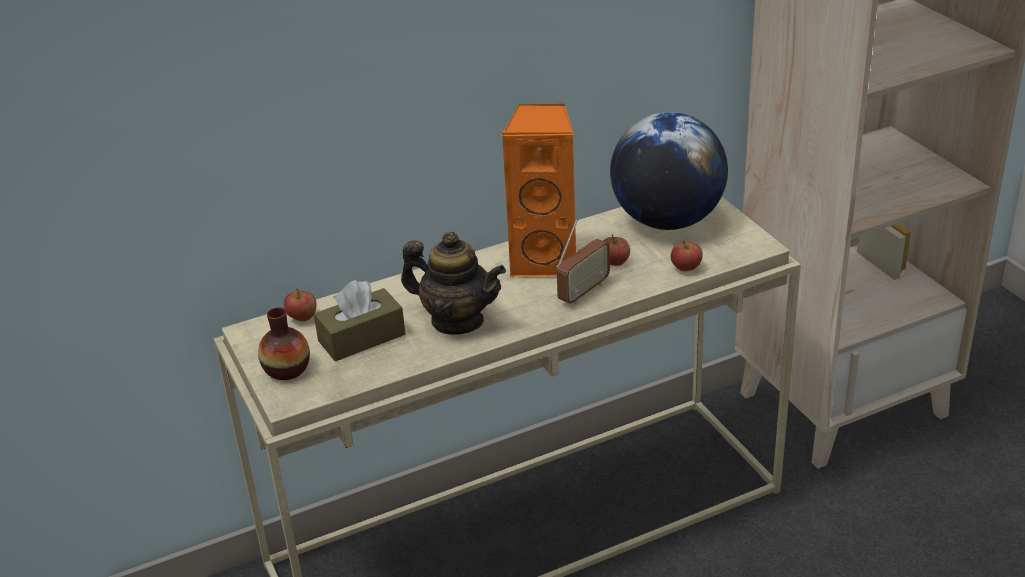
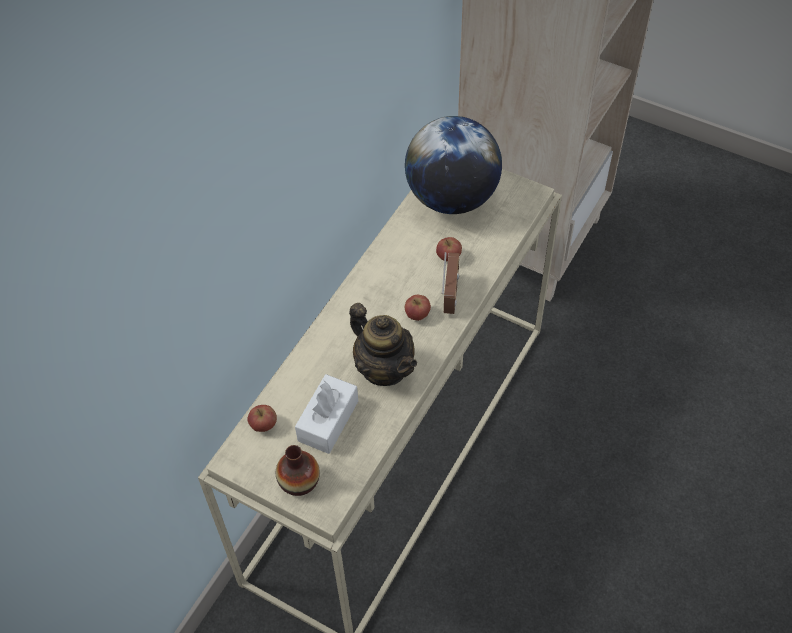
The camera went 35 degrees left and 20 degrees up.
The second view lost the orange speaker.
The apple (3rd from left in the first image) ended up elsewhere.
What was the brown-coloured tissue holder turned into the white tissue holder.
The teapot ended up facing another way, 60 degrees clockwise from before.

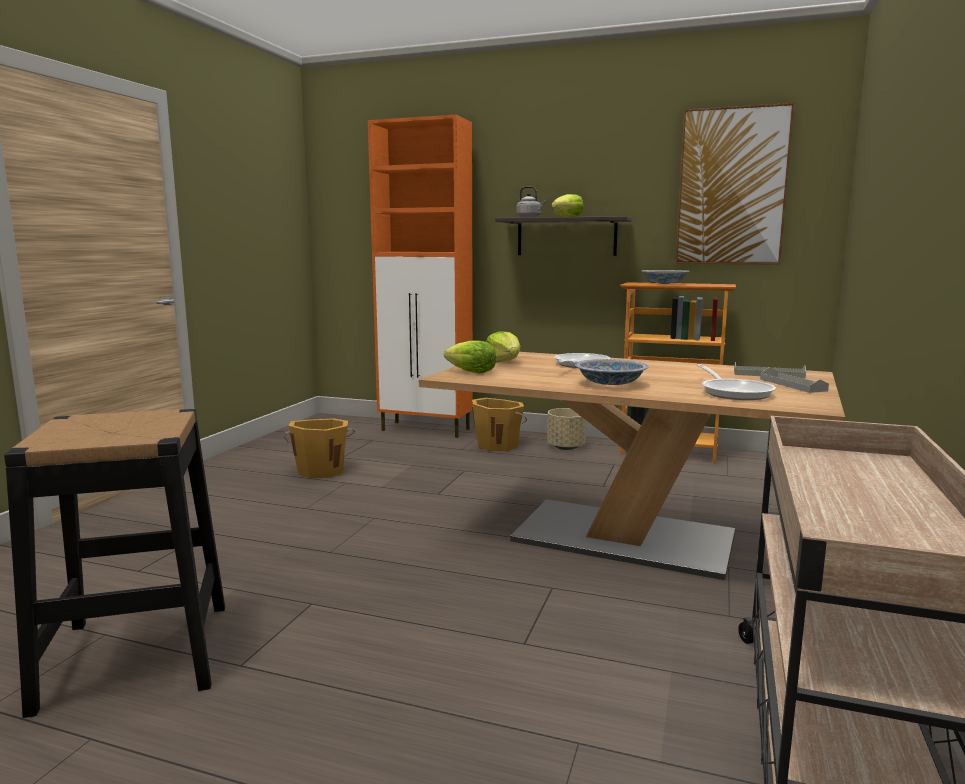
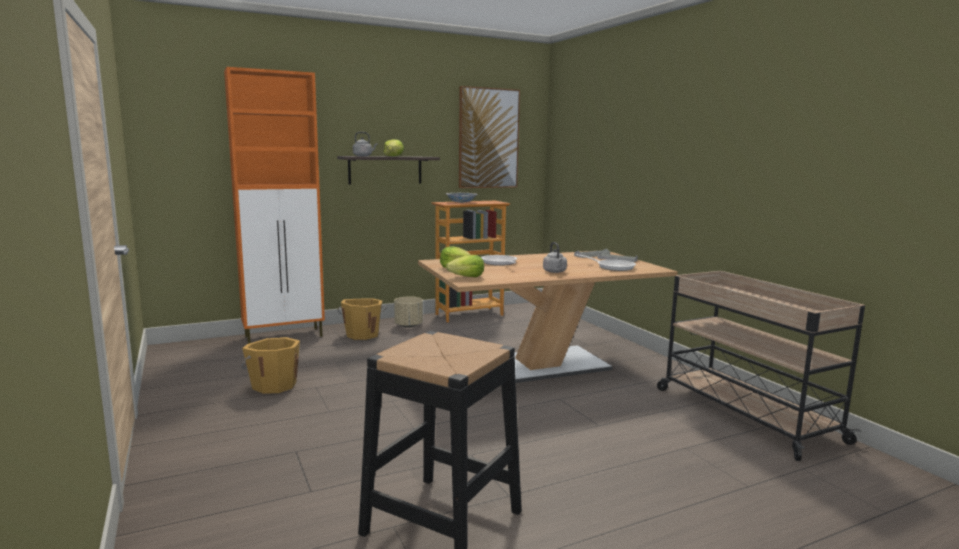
The camera went 45 degrees left and 0 degrees up.
Where the serving bowl (1st from left) stood, the gray tea kettle (2nd from left) came to stand.

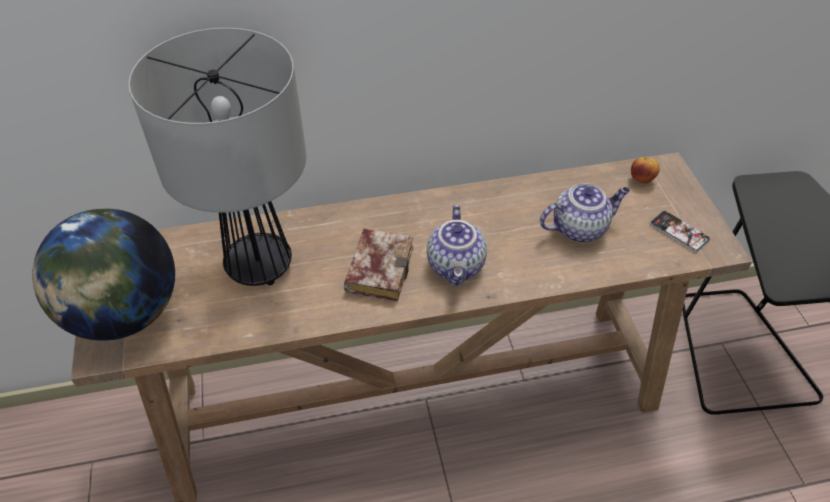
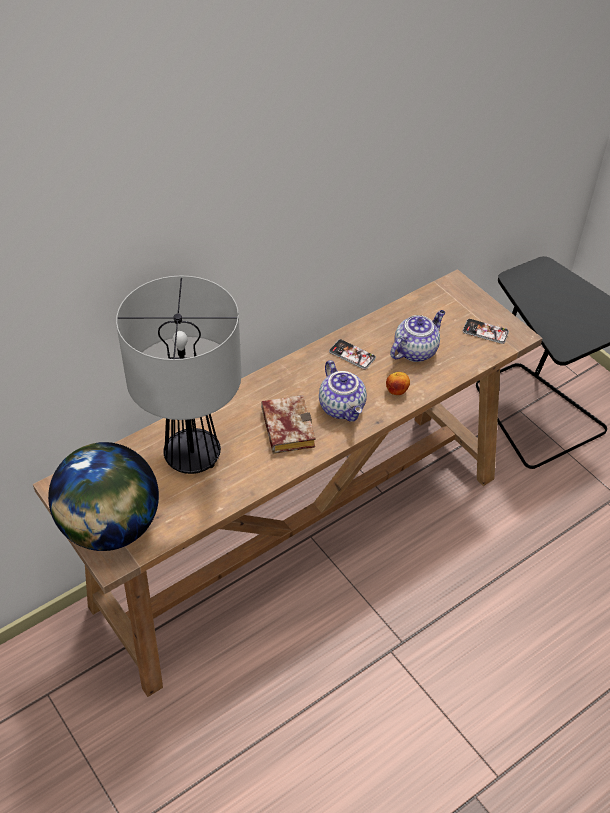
The camera went 25 degrees left and 0 degrees up.
The second view gained the phone (1st from left).
The apple ended up elsewhere.

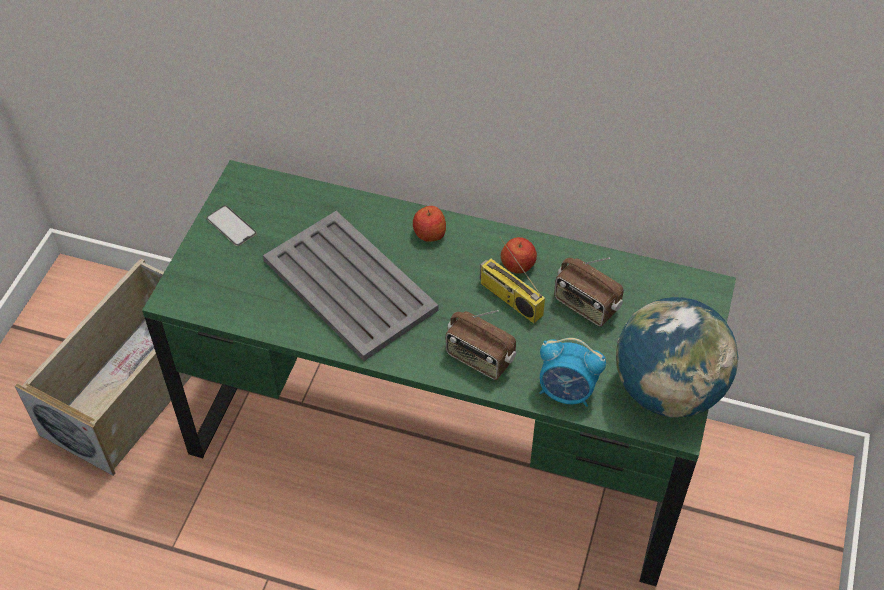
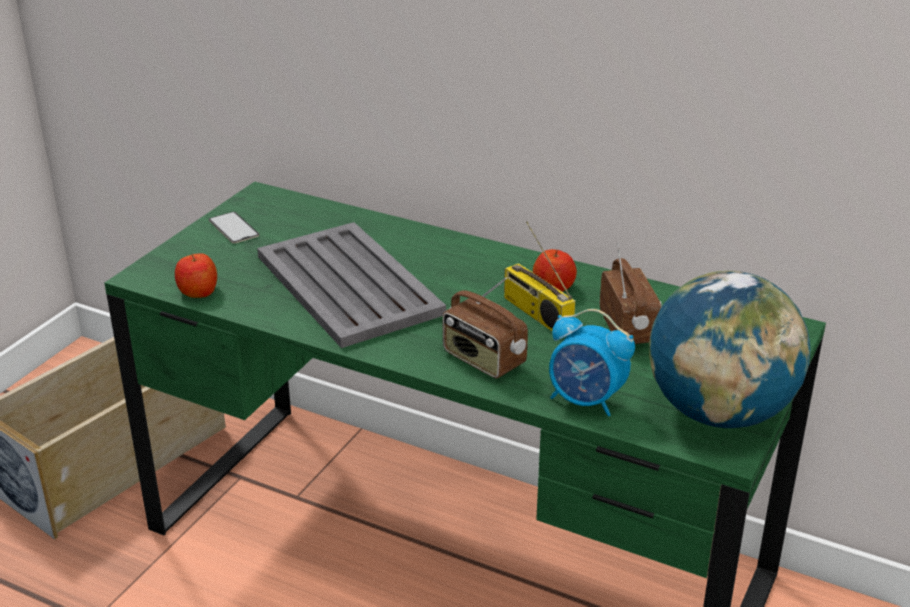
The camera went 10 degrees right and 20 degrees down.
The apple (1st from left) ended up elsewhere.
The radio (3rd from left) ended up facing another way, 150 degrees counterclockwise from before.

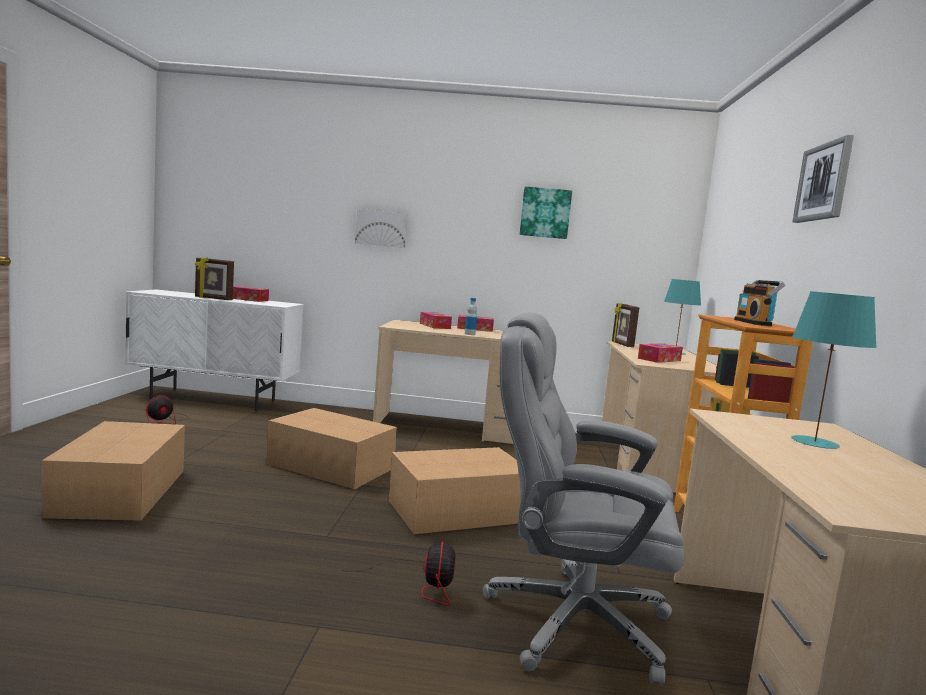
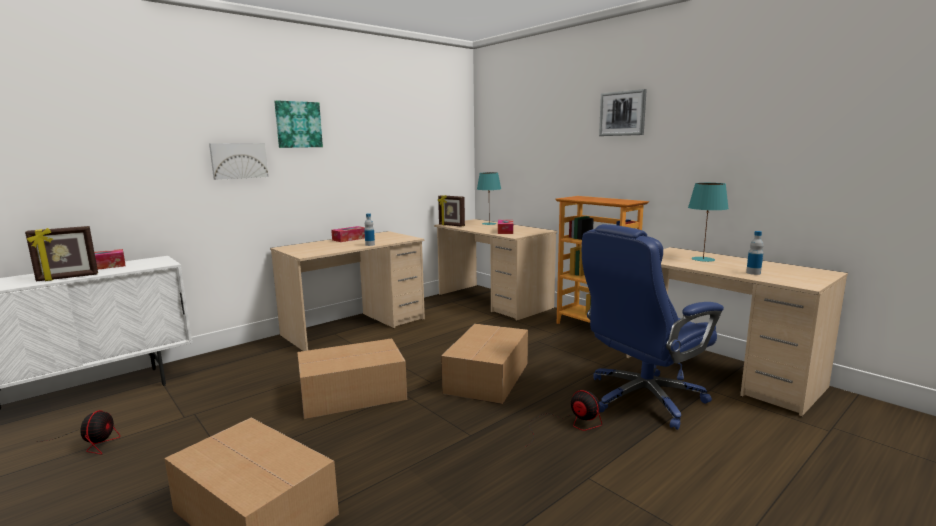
The camera went 45 degrees left and 5 degrees up.
The second view lost the tissue holder (2nd from left).
The second view lost the radio.
The second view gained the beverage bottle (2nd from left).
The picture (2nd from left) ended up elsewhere.
What was the gray computer chair turned into the bluish computer chair.

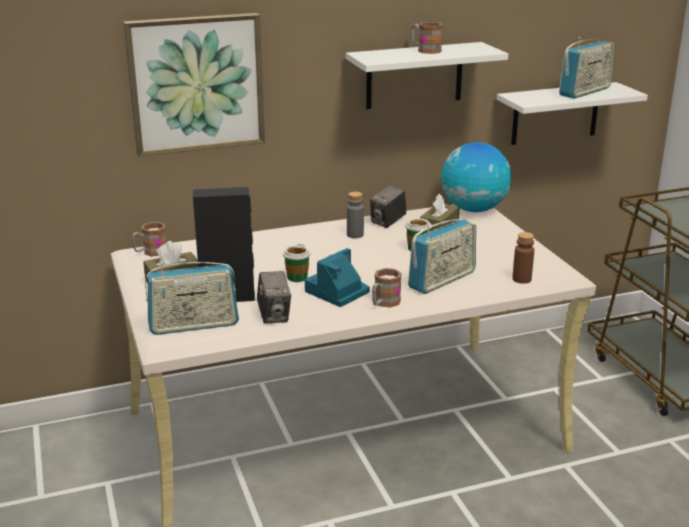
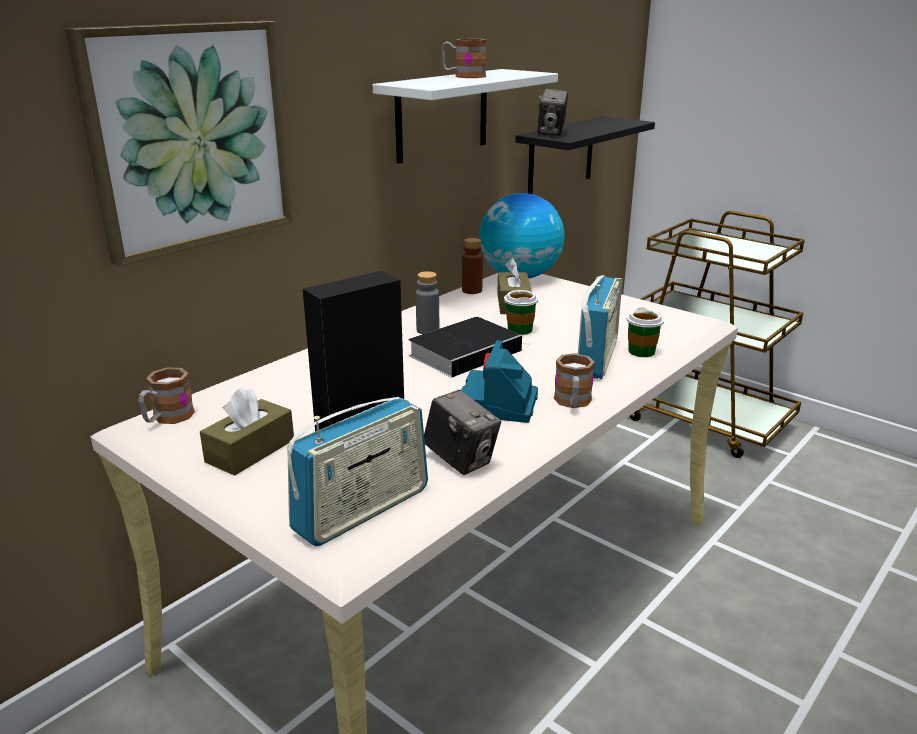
The camera went 30 degrees left and 0 degrees up.
The second view lost the radio (3rd from left).
The second view gained the volume.
The small cup (1st from left in the first image) ended up elsewhere.
The photo camera (3rd from left) ended up elsewhere.
The brown-coloured beverage bottle ended up elsewhere.
What was the white shelf (2nd from left) turned into the black-coloured shelf.

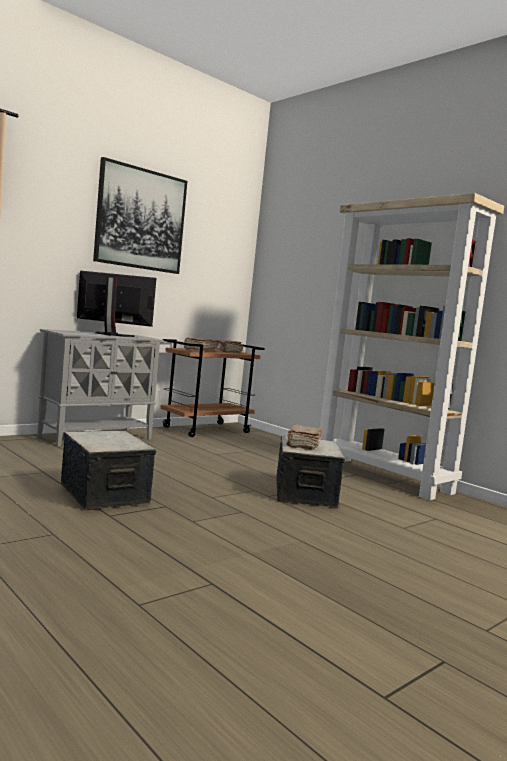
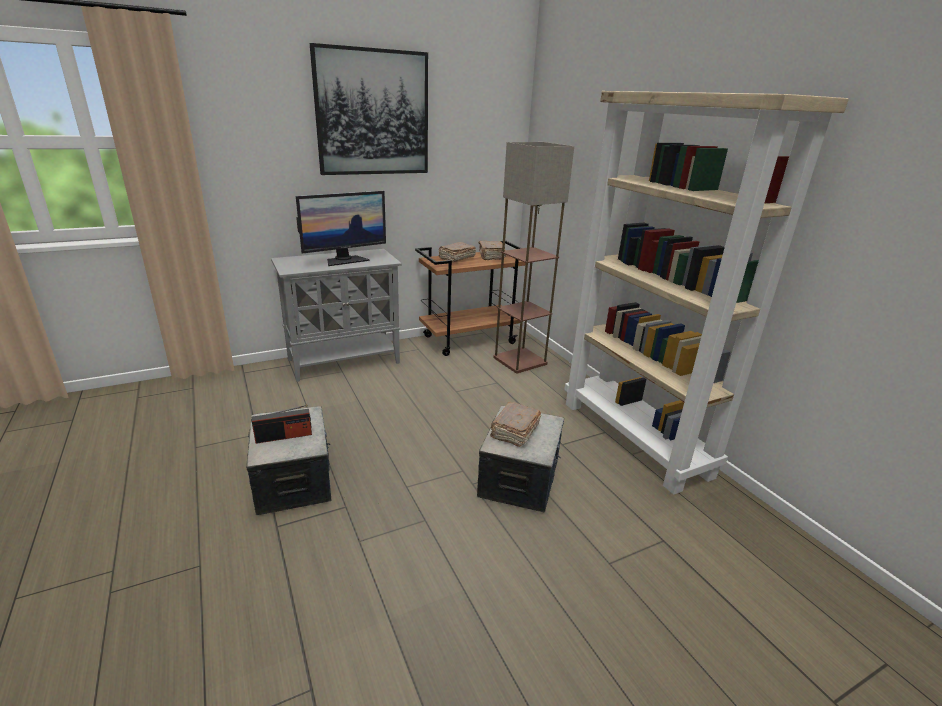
The camera went 15 degrees right and 20 degrees up.
The second view gained the radio.
The second view gained the standard lamp.
The computer display ended up facing another way, 120 degrees clockwise from before.

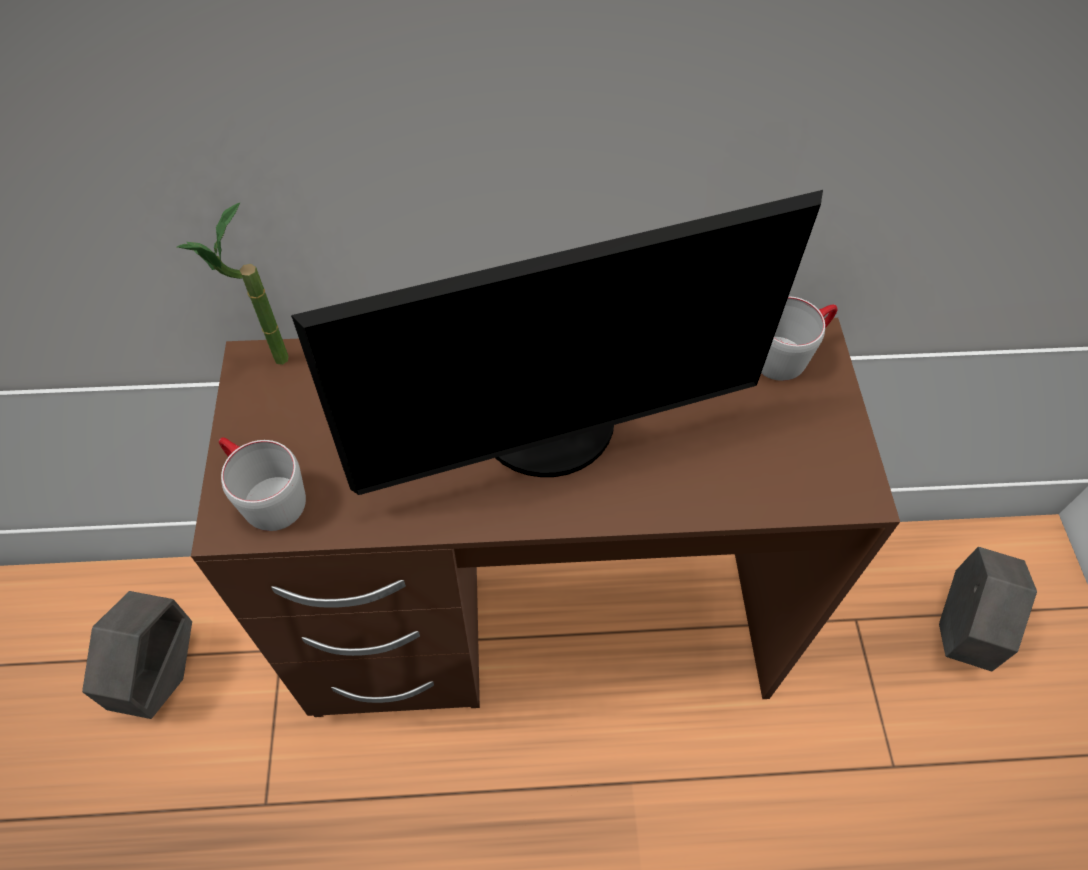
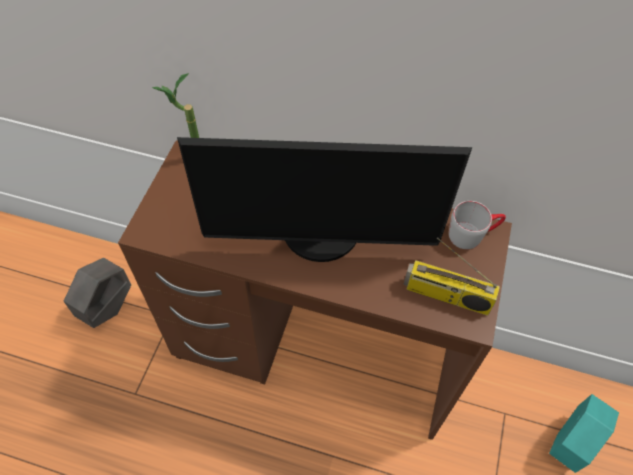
The camera went 20 degrees right and 0 degrees up.
The second view lost the gray coffee mug (1st from left).
The second view gained the radio.
What was the gray plant pot (2nd from left) turned into the turquoise plant pot.

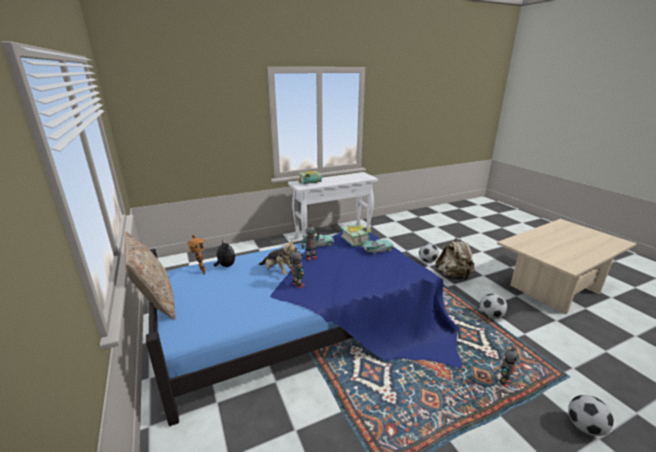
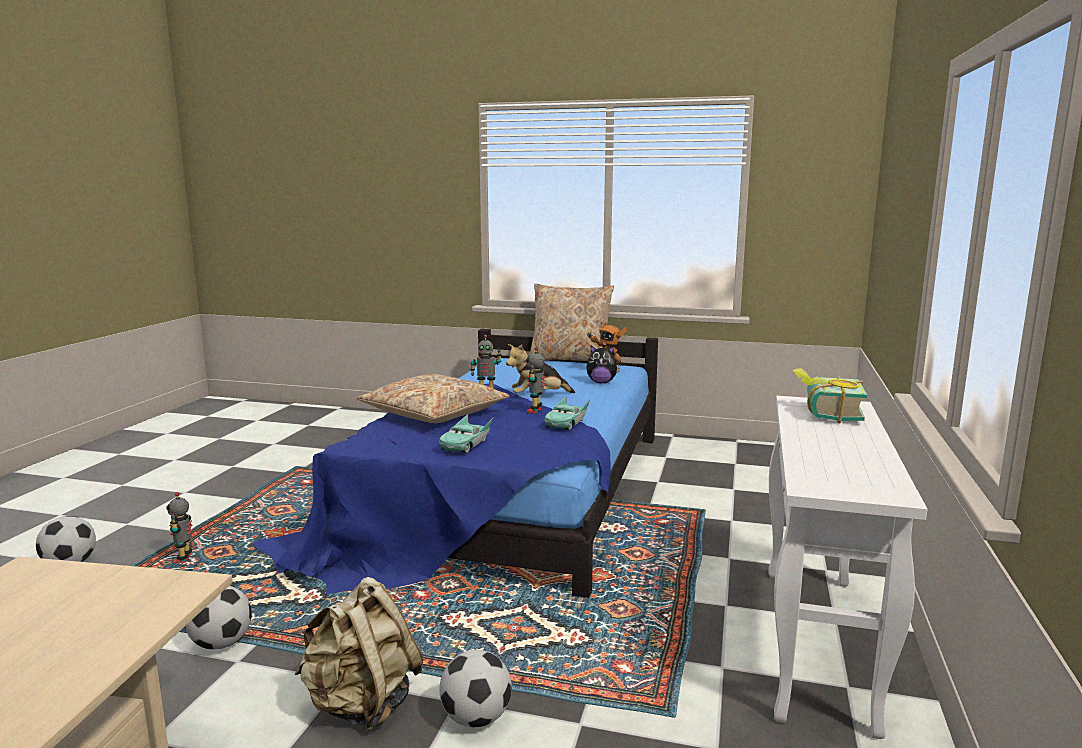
The camera went 130 degrees right and 10 degrees down.
The second view lost the volume (2nd from left).
The second view gained the beige-coloured pillow (1st from left).

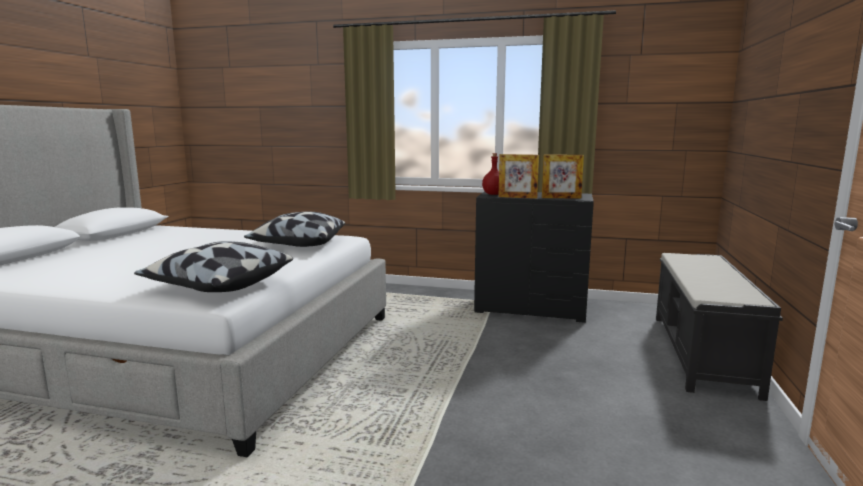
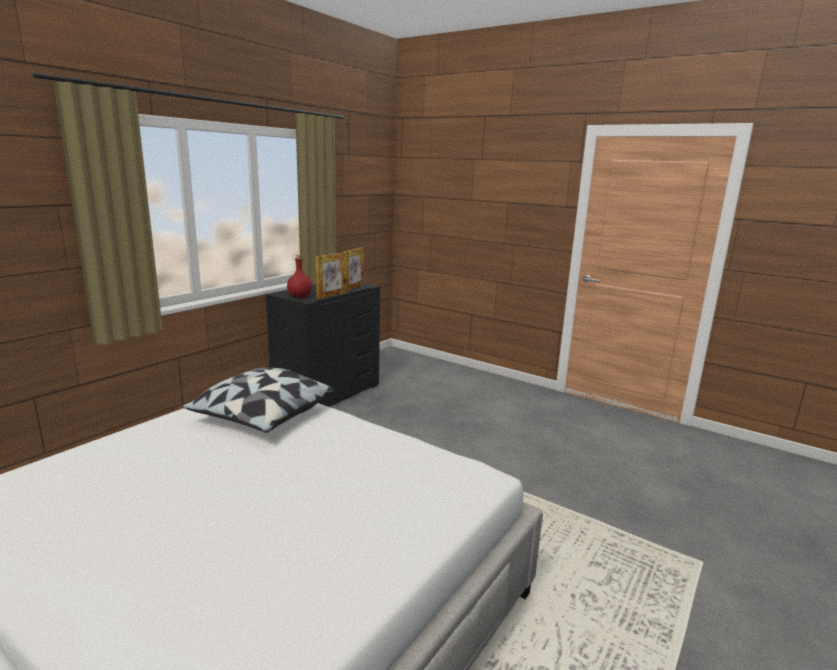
The camera went 70 degrees left and 5 degrees up.
The second view lost the pillow (1st from left).
The second view lost the black-coloured long seat.

